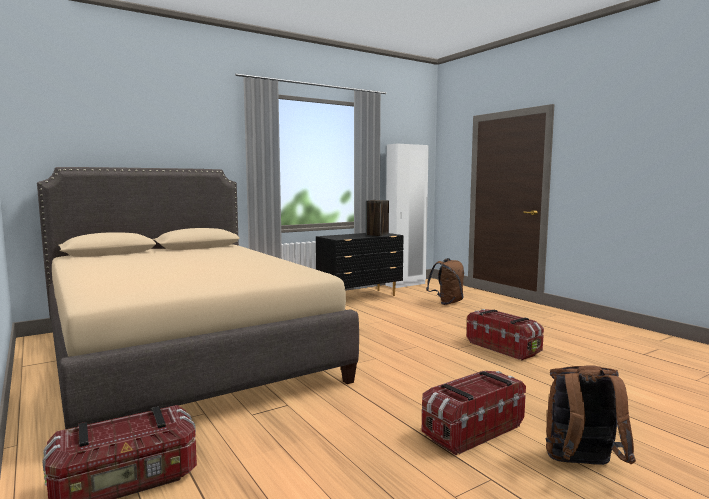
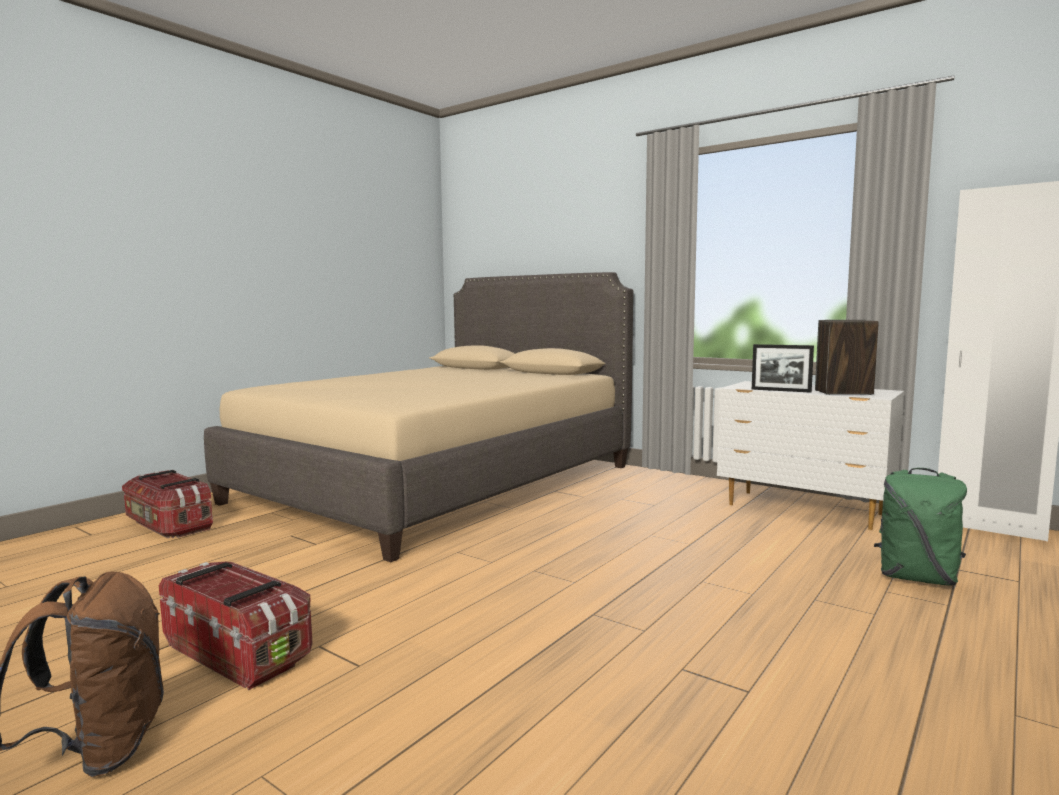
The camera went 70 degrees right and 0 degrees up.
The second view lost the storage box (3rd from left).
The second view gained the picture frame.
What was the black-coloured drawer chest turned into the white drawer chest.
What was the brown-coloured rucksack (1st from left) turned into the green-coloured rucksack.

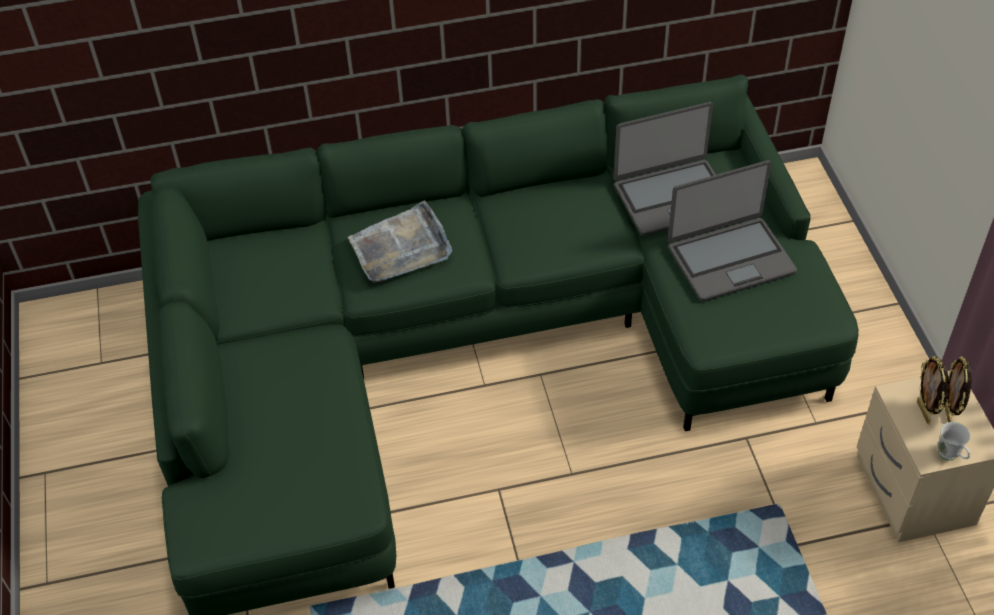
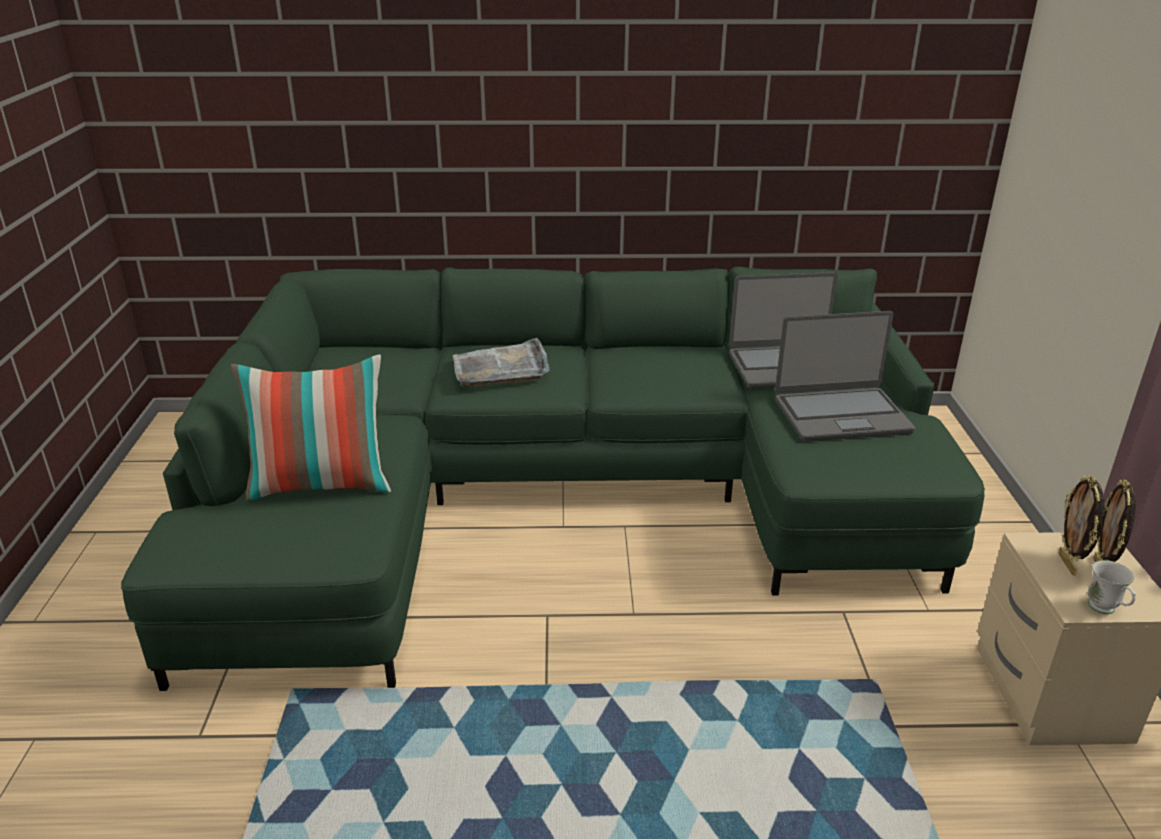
The camera went 10 degrees right and 20 degrees down.
The second view gained the pillow.

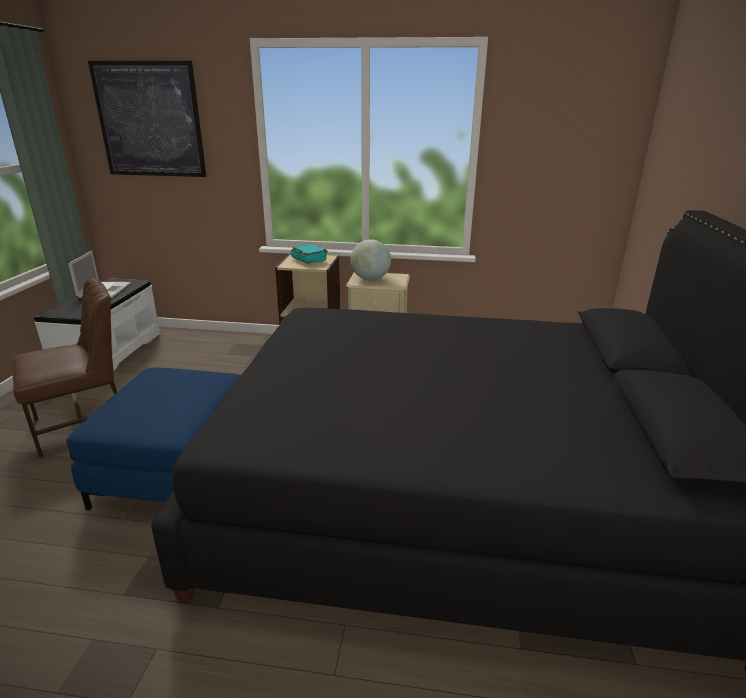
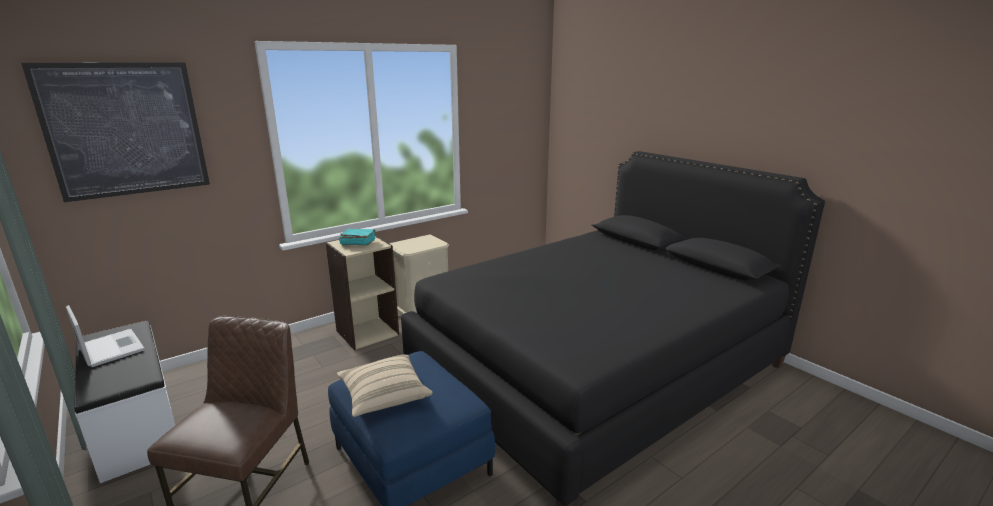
The camera went 45 degrees left and 5 degrees down.
The second view lost the world globe.
The second view gained the beige-coloured pillow.

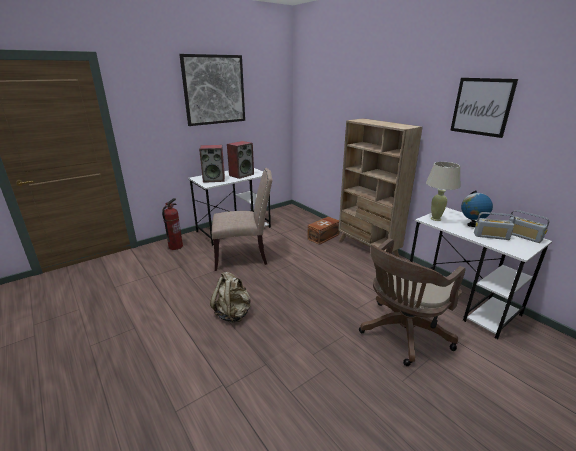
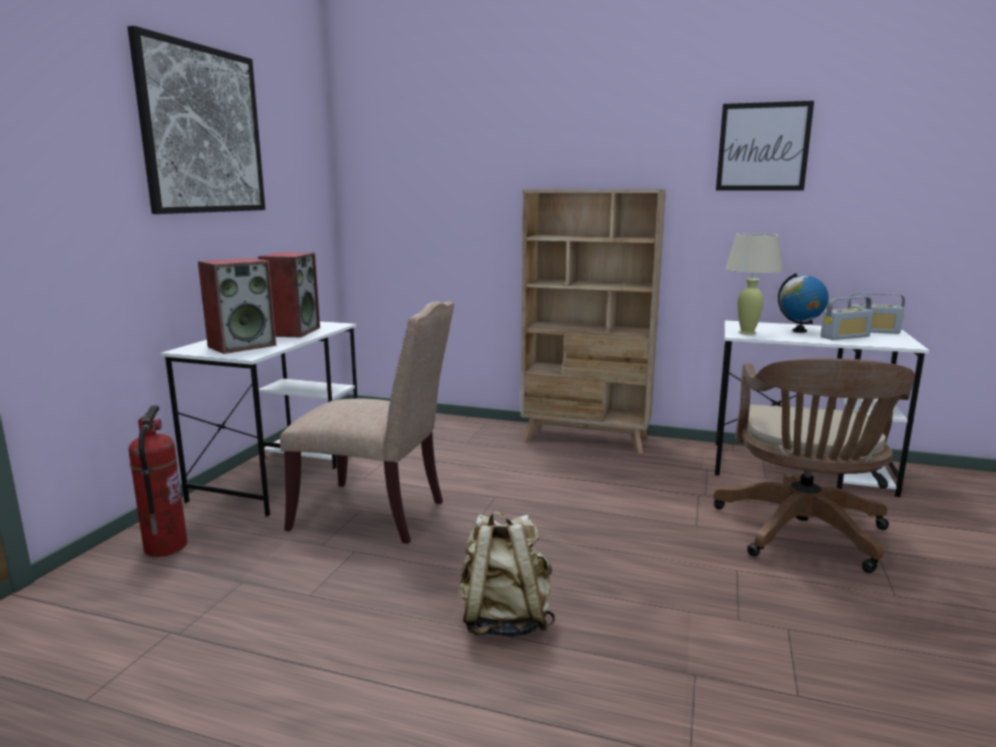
The camera went 35 degrees left and 10 degrees down.
The second view lost the brown-coloured storage box.
The beige-coloured upright chair ended up facing another way, 60 degrees clockwise from before.

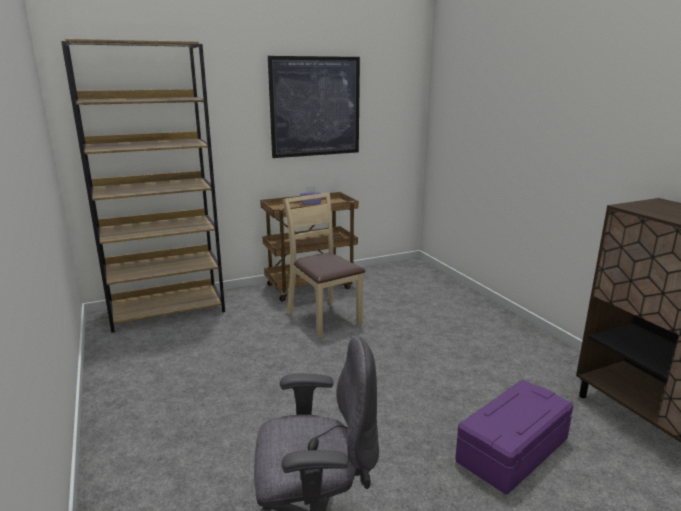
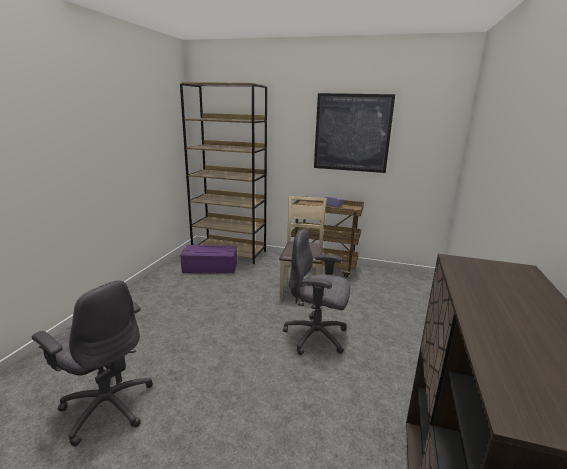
The camera went 40 degrees right and 0 degrees up.
The second view gained the gray computer chair (2nd from left).
The purple storage box ended up elsewhere.

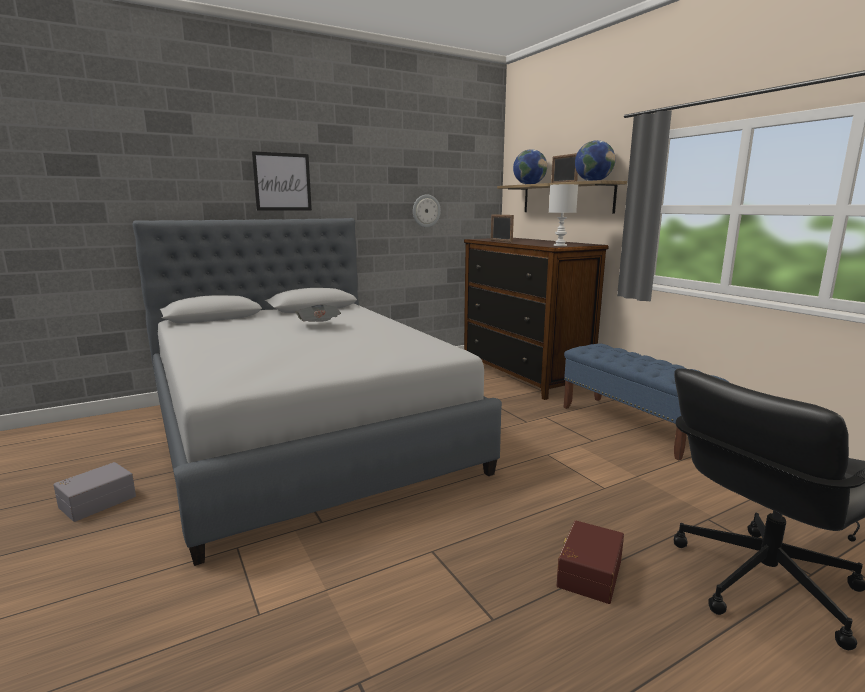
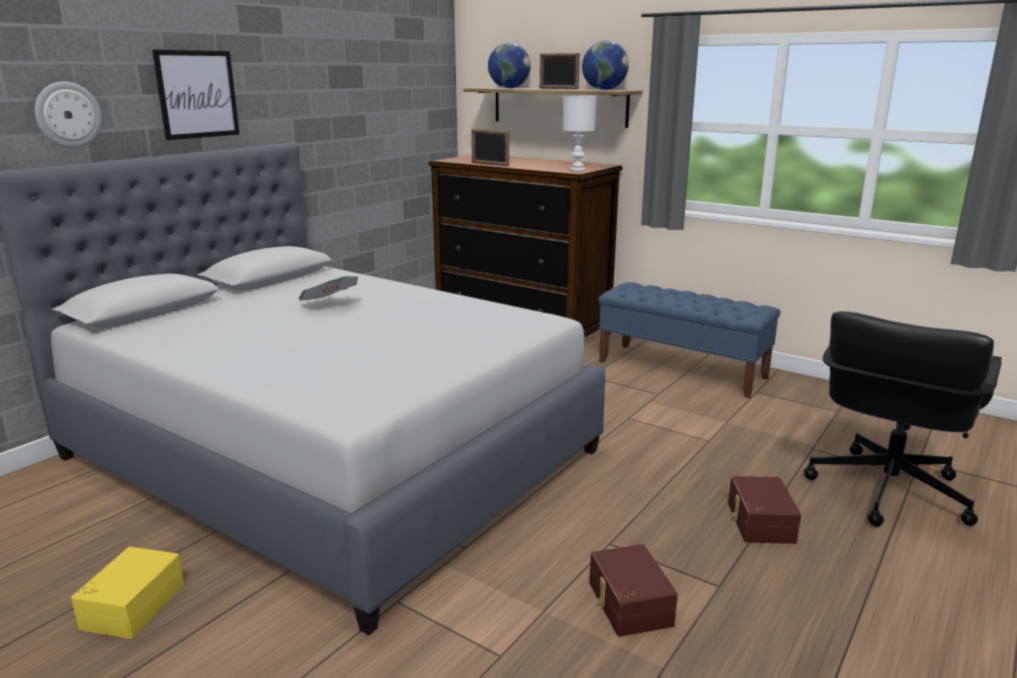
The camera went 25 degrees left and 5 degrees up.
The second view gained the brown-coloured storage box (1st from left).
The hanging clock ended up elsewhere.
What was the gray storage box turned into the yellow-coloured storage box.

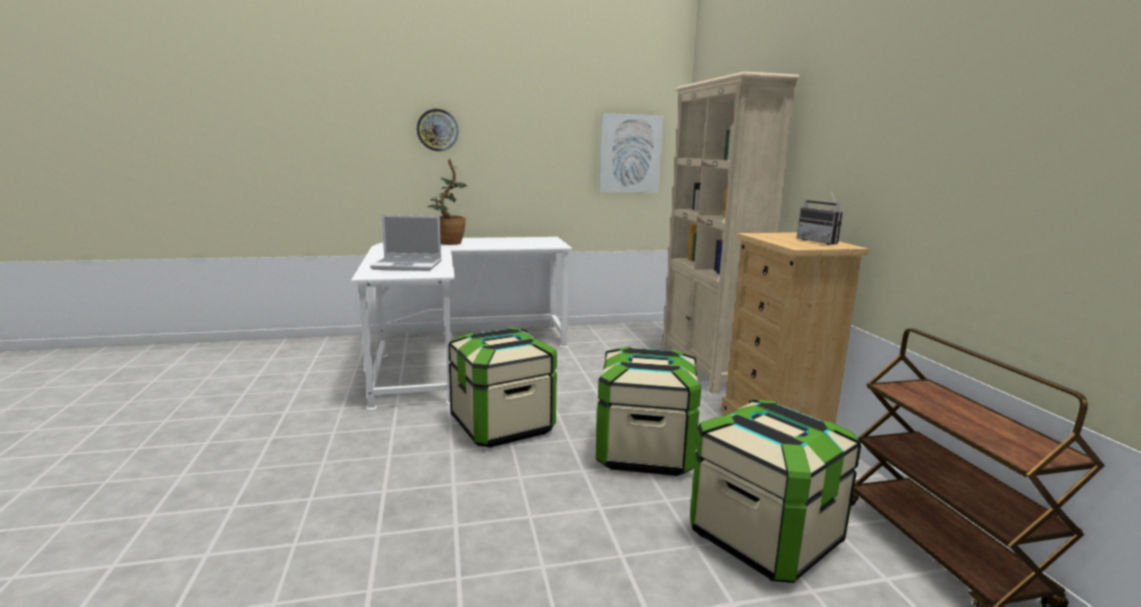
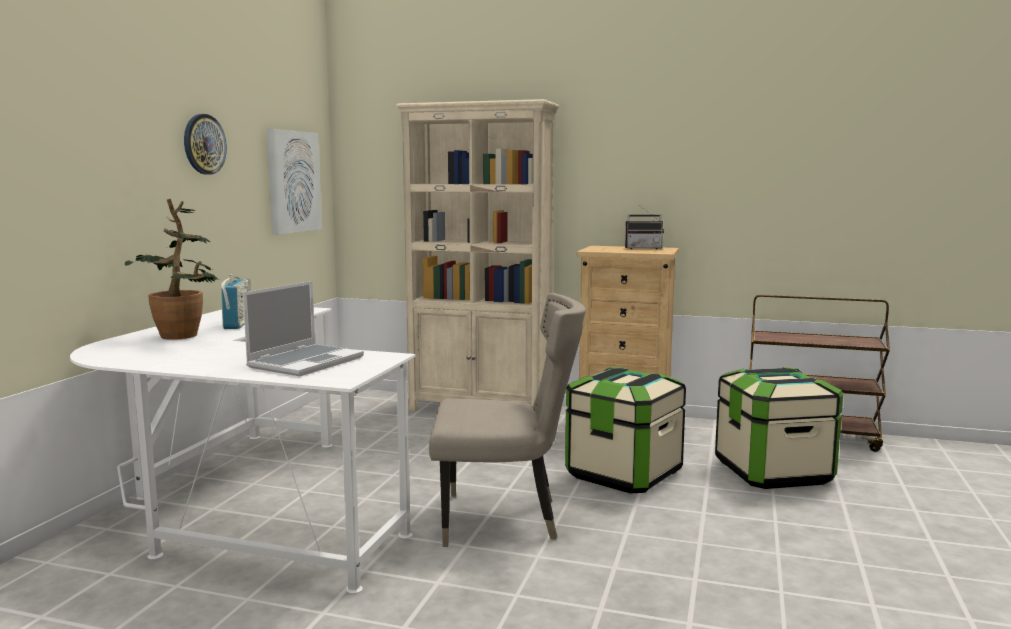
The camera went 60 degrees left and 5 degrees down.
The second view gained the radio (1st from left).
The hanging clock ended up elsewhere.
Where the storage box (1st from left) stood, the beige-coloured upright chair came to stand.

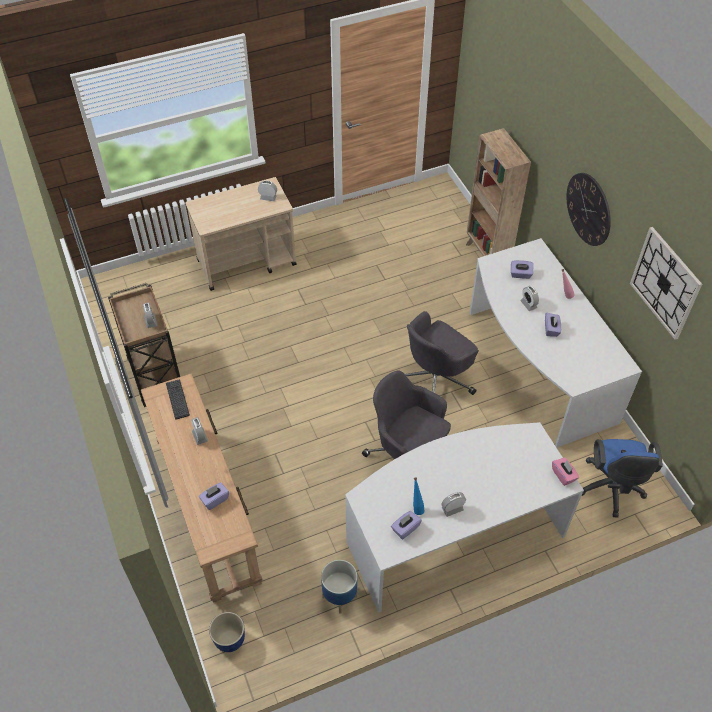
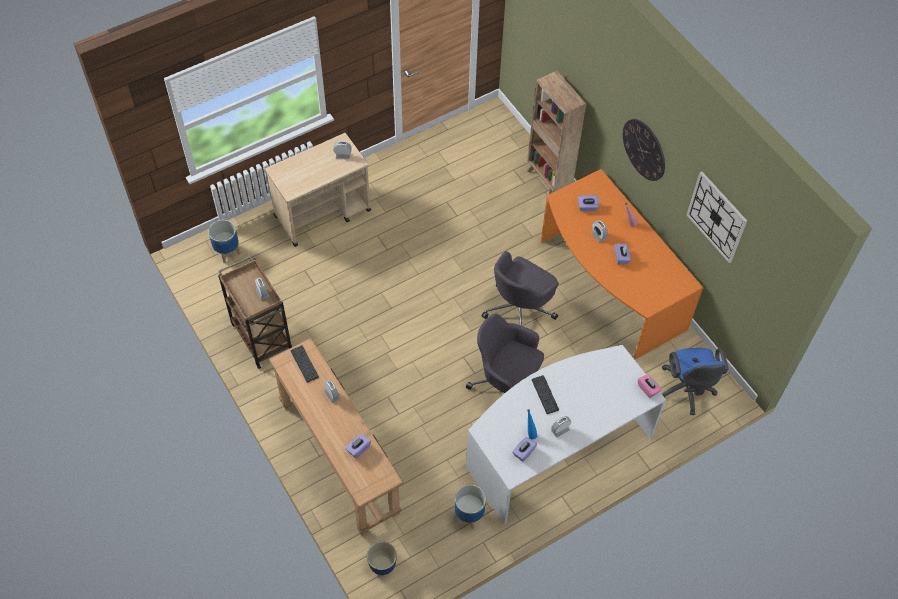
The camera went 10 degrees left and 5 degrees up.
The second view gained the plant pot (1st from left).
The second view gained the keyboard (2nd from left).
What was the white desk (2nd from left) turned into the orange desk.

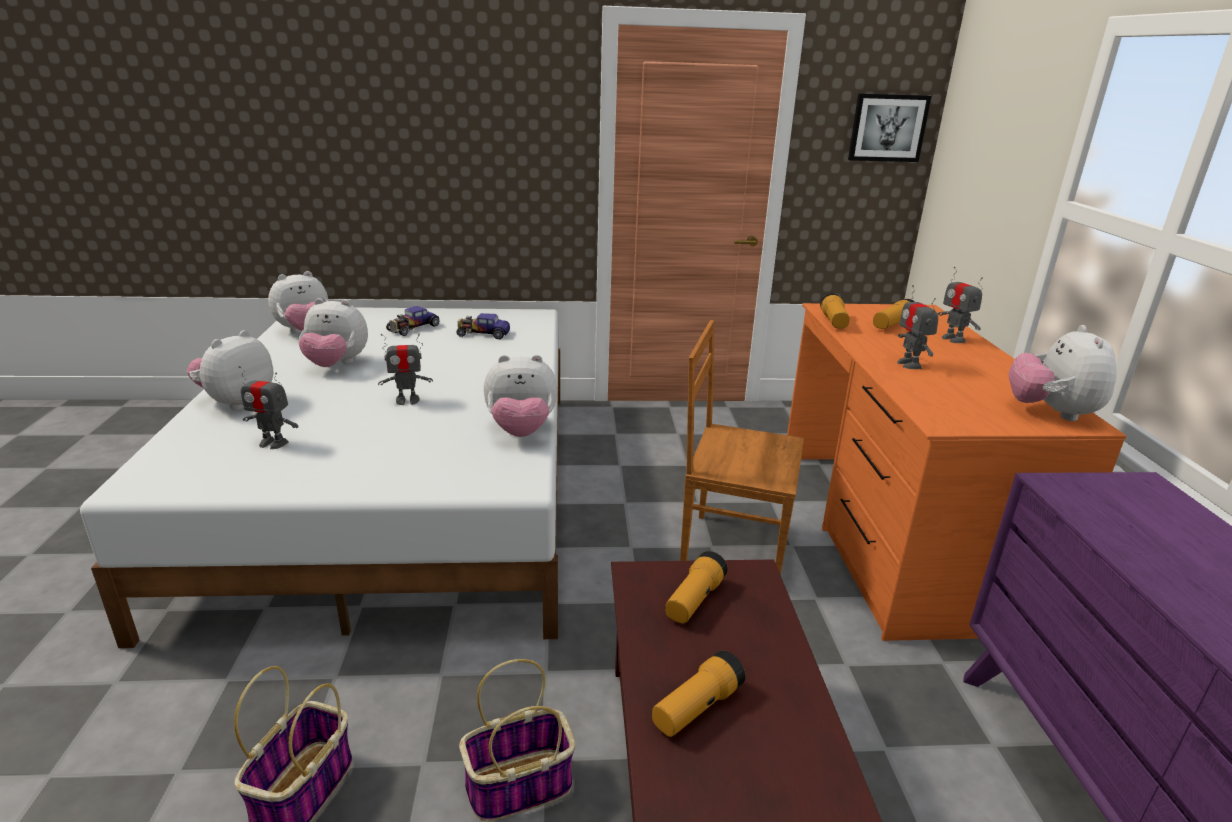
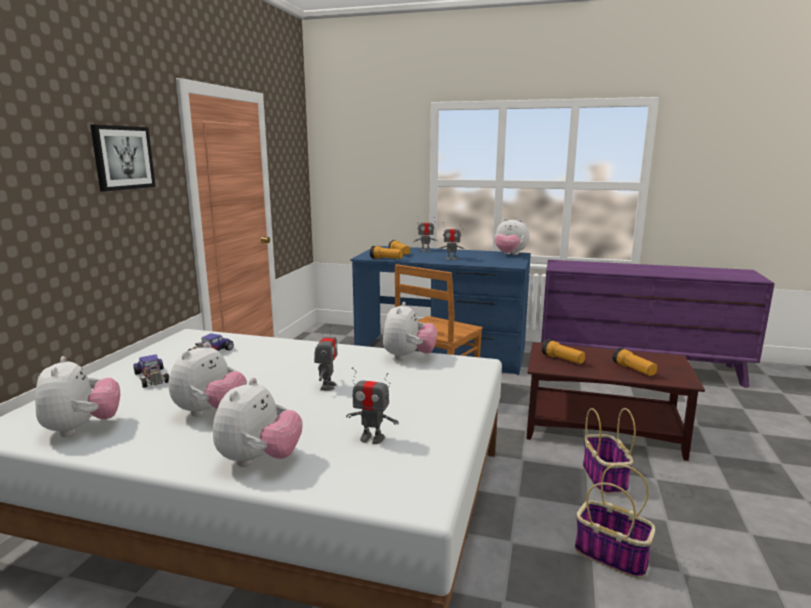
The camera went 70 degrees left and 10 degrees down.
The picture ended up elsewhere.
What was the orange desk turned into the bluish desk.
The cuddly toy (1st from left in the first image) ended up facing another way, 120 degrees counterclockwise from before.
The model robot (1st from left in the first image) ended up facing another way, 75 degrees clockwise from before.

